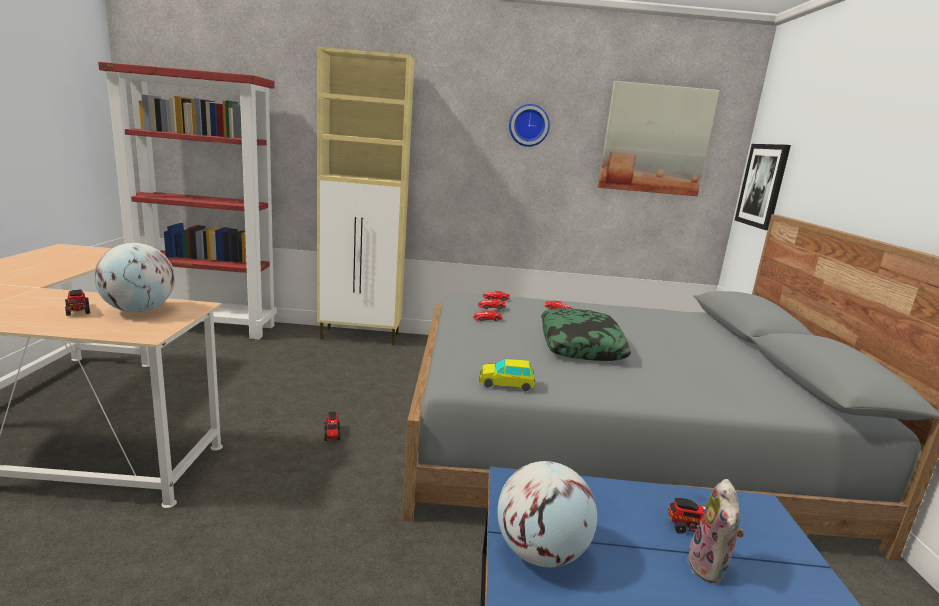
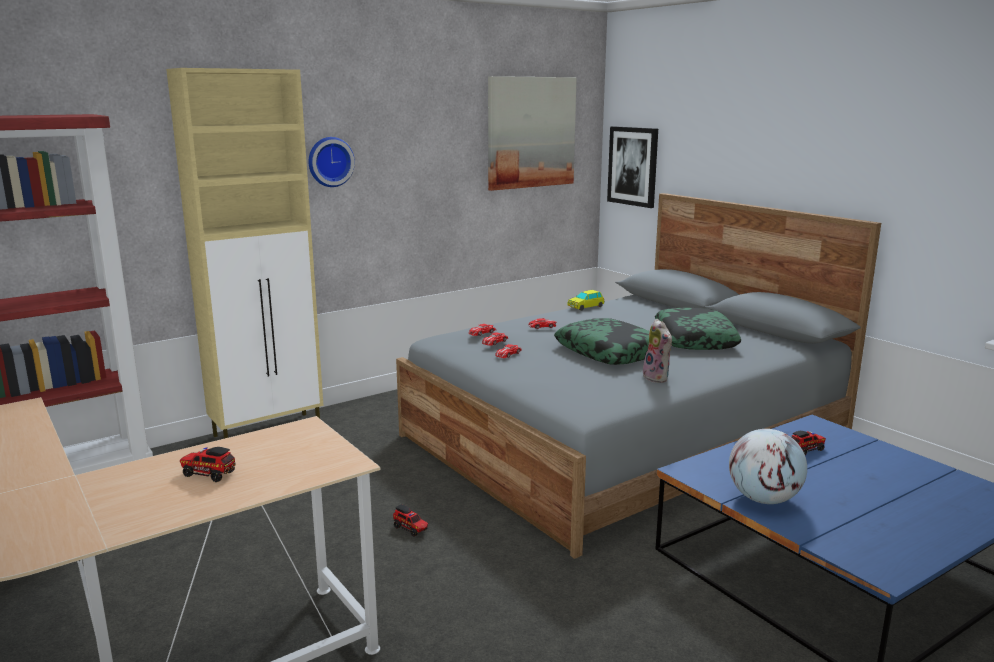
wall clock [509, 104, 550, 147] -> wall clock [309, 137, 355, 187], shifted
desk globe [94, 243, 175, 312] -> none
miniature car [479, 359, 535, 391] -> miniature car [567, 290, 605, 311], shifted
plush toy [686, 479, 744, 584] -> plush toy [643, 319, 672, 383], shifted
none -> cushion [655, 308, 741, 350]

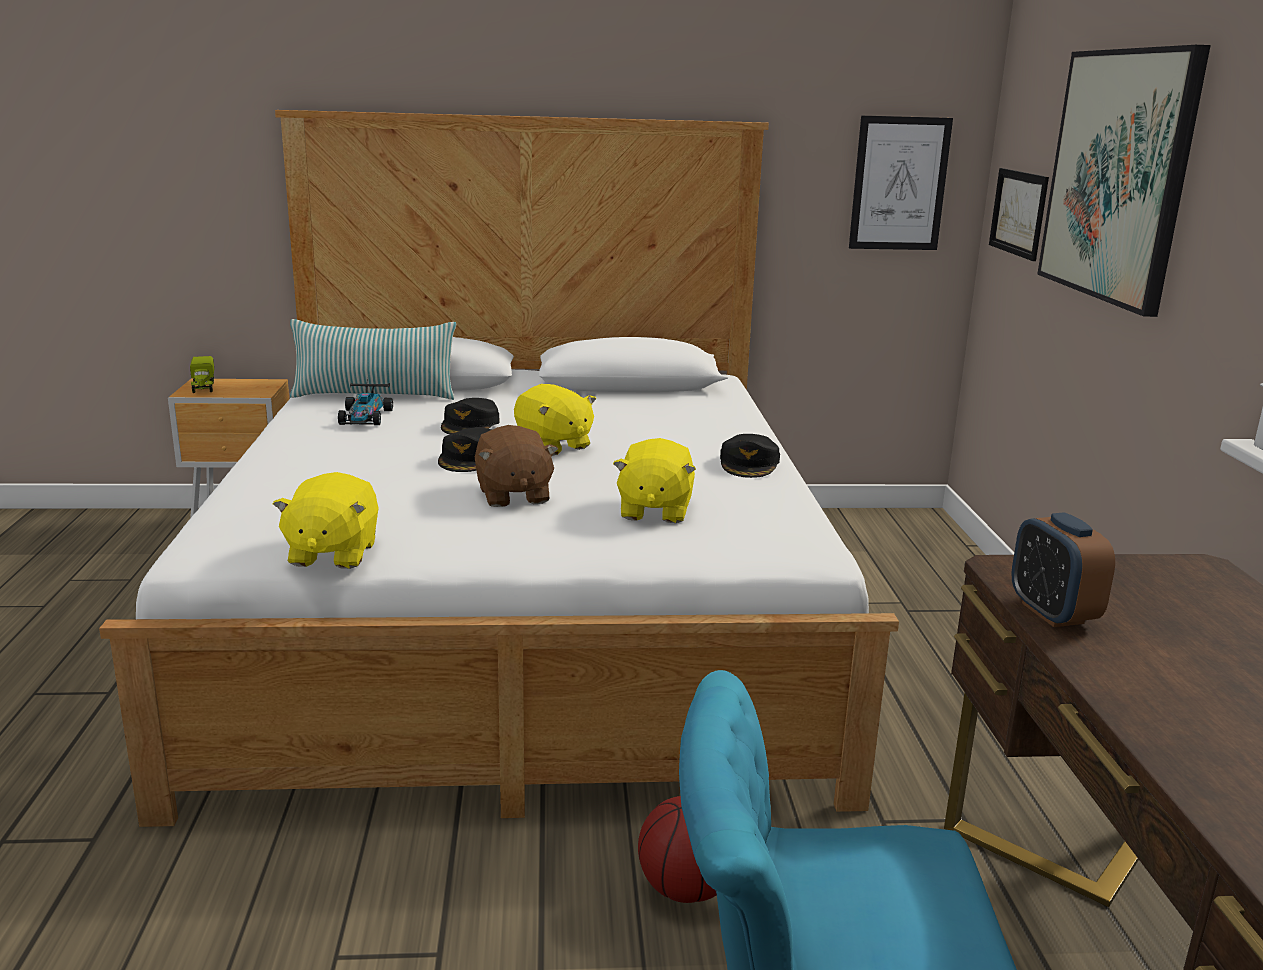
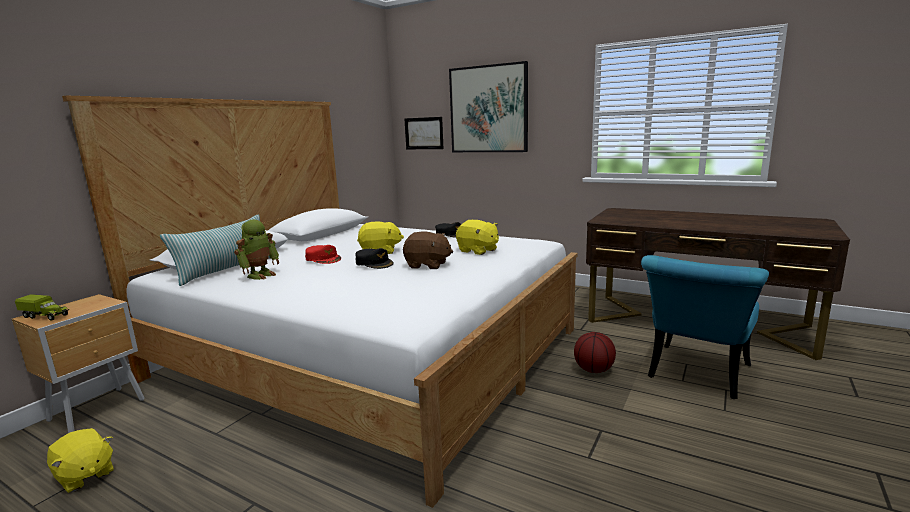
wall art [849, 116, 953, 250] -> none
miniature car [338, 378, 393, 425] -> toy robot [234, 219, 279, 280]
blackish cap [441, 398, 499, 435] -> red cap [305, 245, 341, 264]
yellow plush toy [273, 472, 379, 569] -> yellow plush toy [47, 428, 114, 493], shifted
alarm clock [1011, 512, 1115, 627] -> none

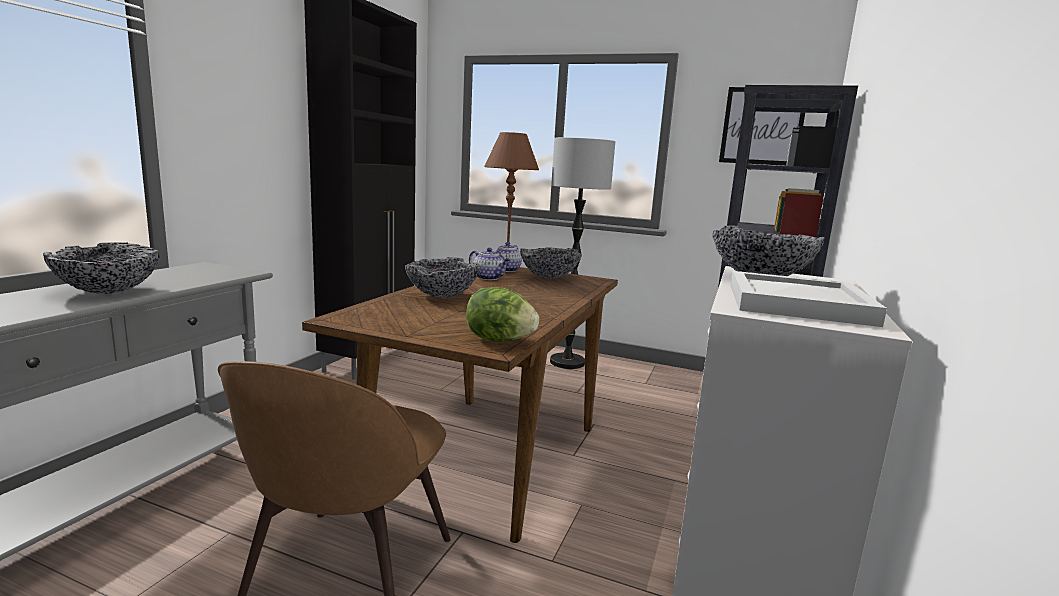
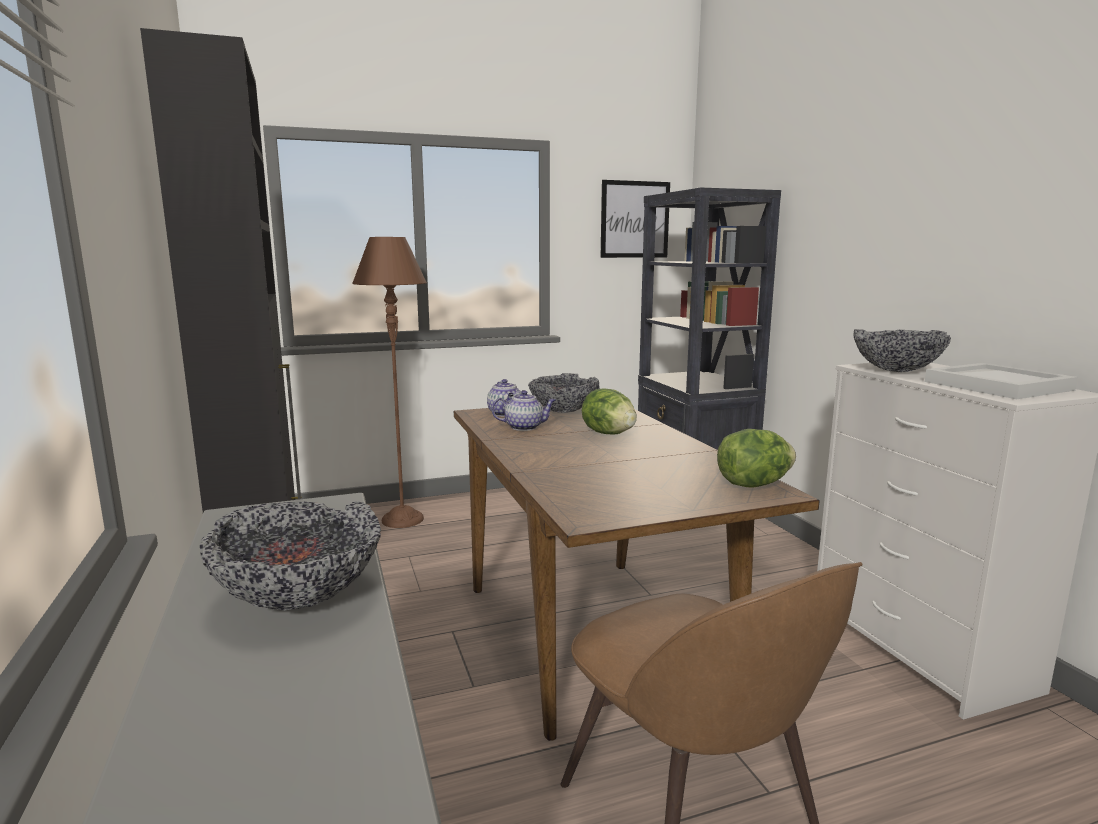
standard lamp [550, 137, 615, 369] -> none
bowl [405, 257, 480, 298] -> none
none -> head of lettuce [582, 389, 637, 435]

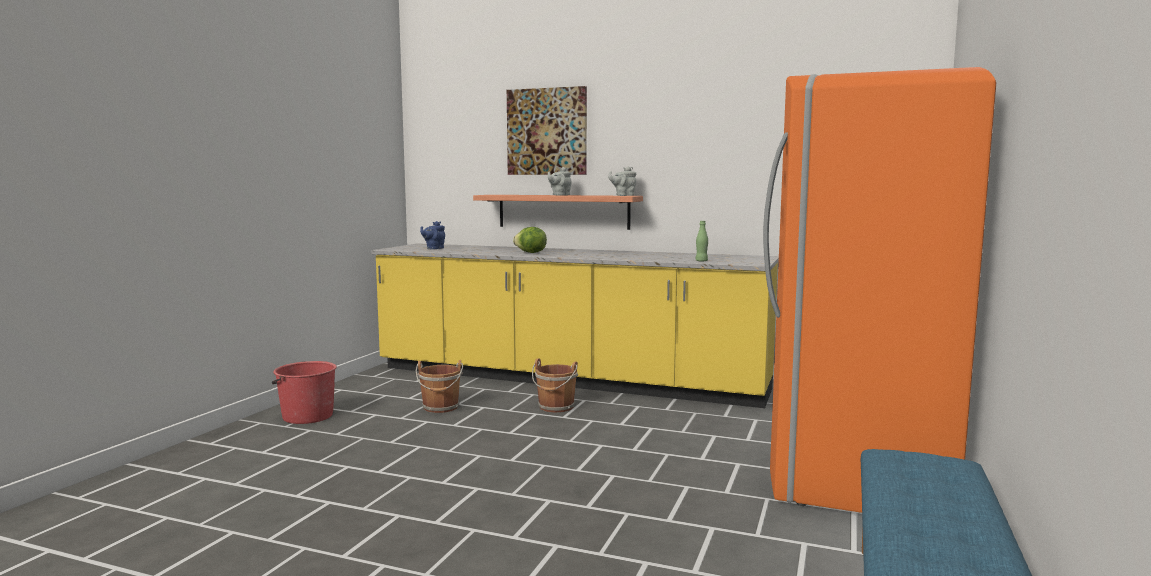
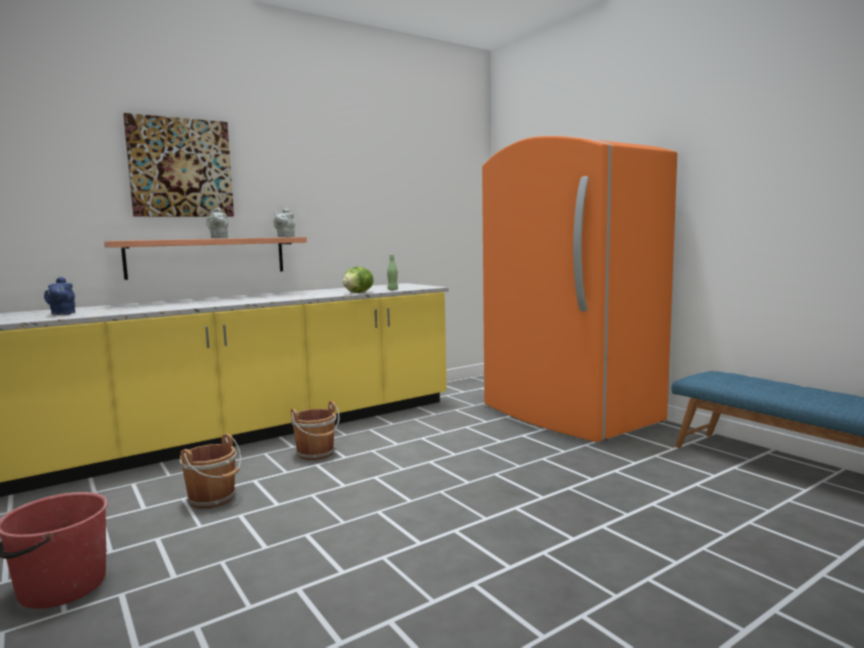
head of lettuce [513, 227, 547, 253] -> head of lettuce [342, 267, 374, 293], shifted

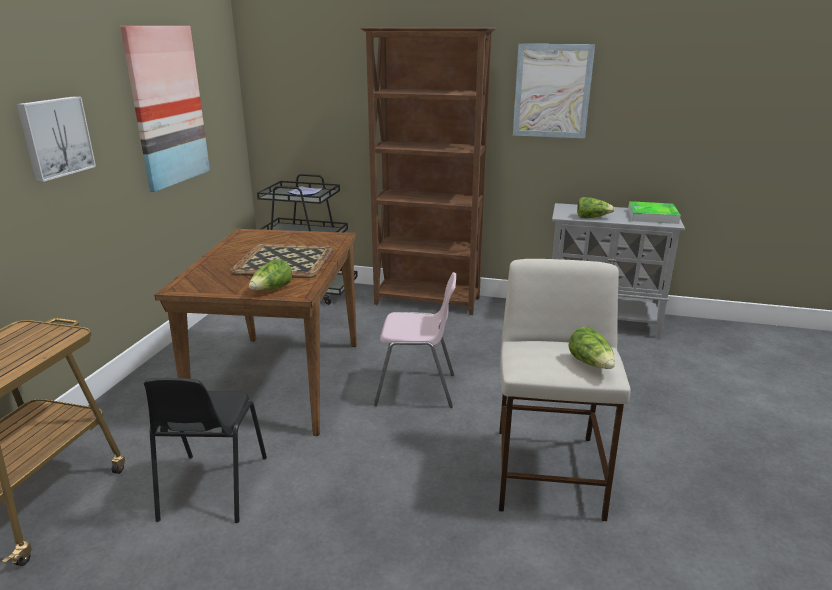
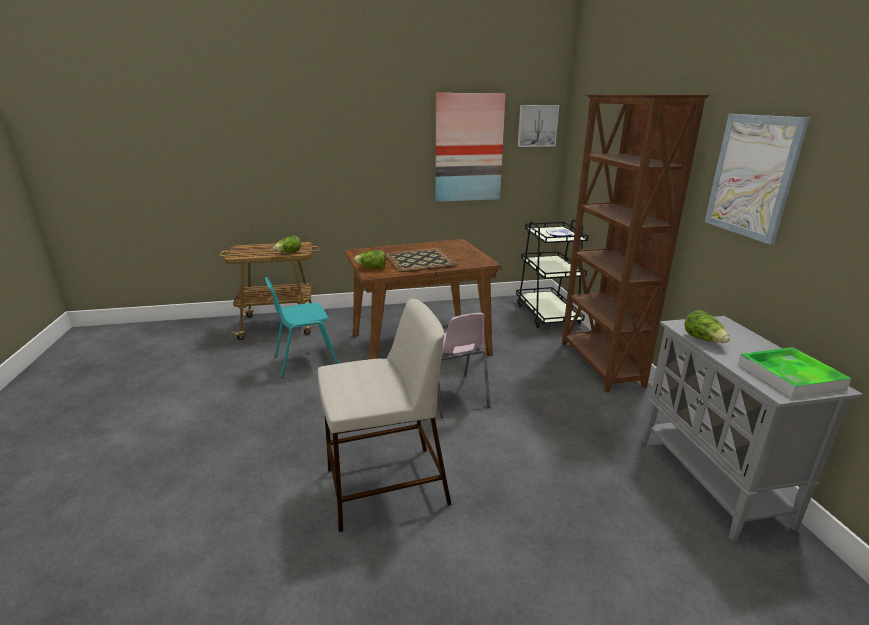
wall art [16, 96, 96, 182] -> wall art [518, 105, 559, 147], shifted
head of lettuce [568, 327, 615, 369] -> head of lettuce [273, 235, 301, 252], shifted
blackish plain chair [144, 378, 267, 523] -> blue-green plain chair [265, 277, 339, 378]

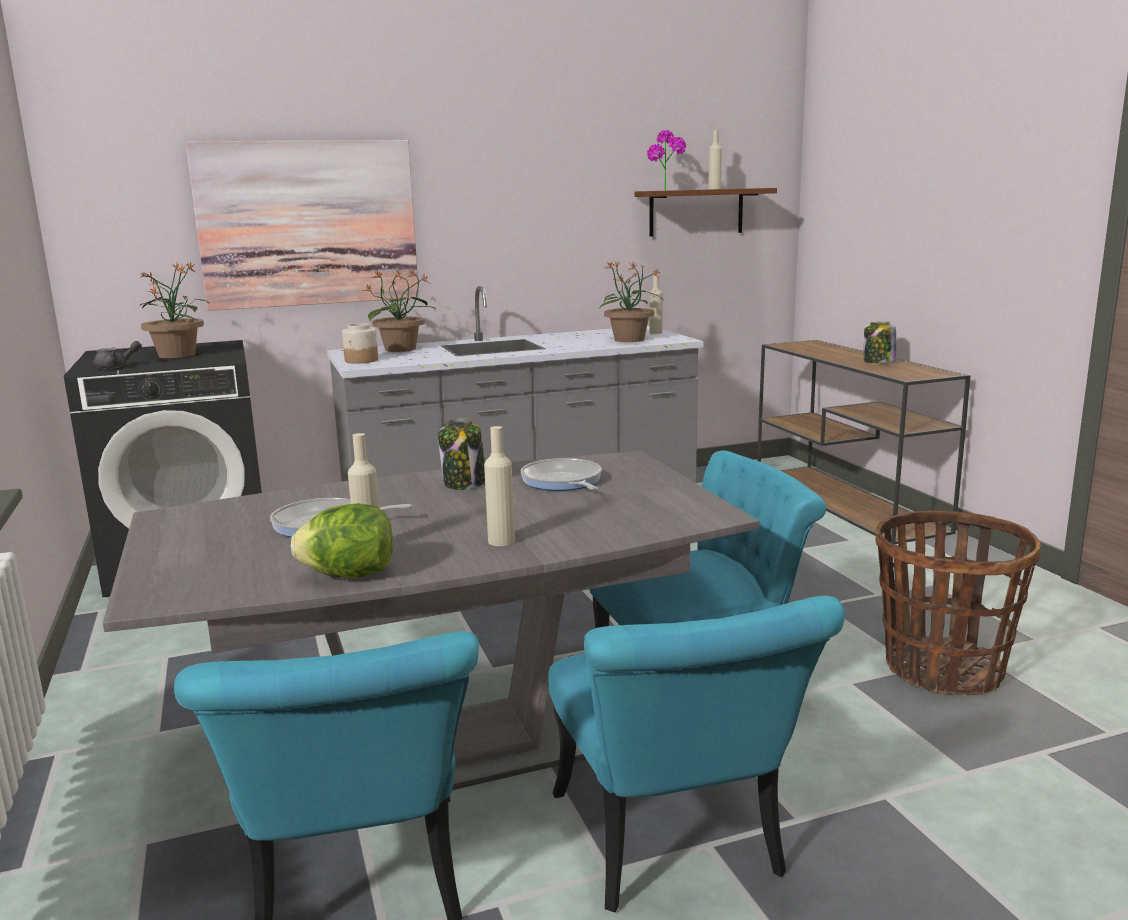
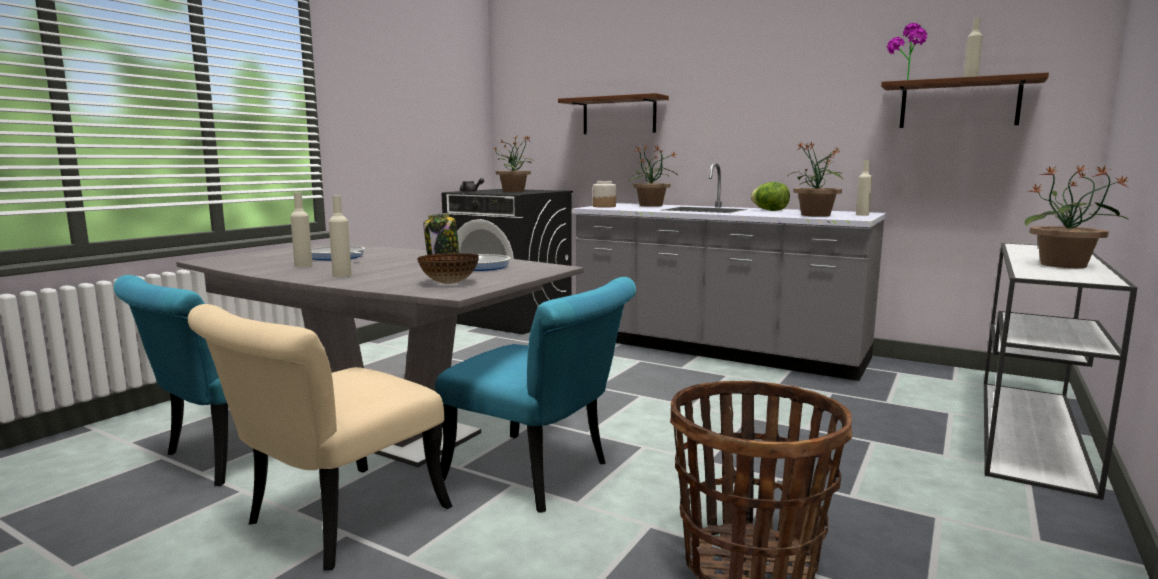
wall art [186, 140, 419, 311] -> brown-coloured bracket shelf [558, 93, 669, 134]
preserve jar [864, 322, 896, 363] -> houseplant [1025, 164, 1129, 268]
brown-coloured narrow table [758, 340, 971, 544] -> white-coloured narrow table [984, 243, 1137, 500]
head of lettuce [291, 504, 393, 578] -> head of lettuce [751, 182, 790, 211], shifted
blue-green plain chair [548, 596, 845, 912] -> beige plain chair [188, 304, 452, 571]
none -> bowl [417, 253, 479, 284]

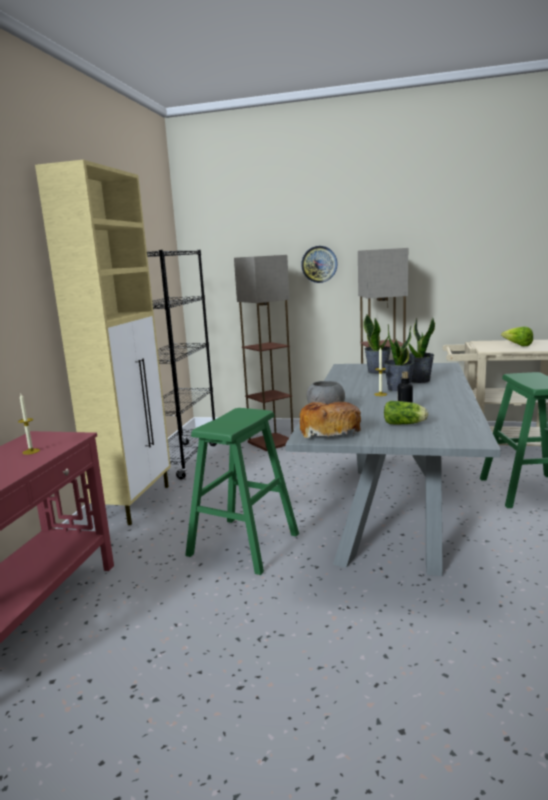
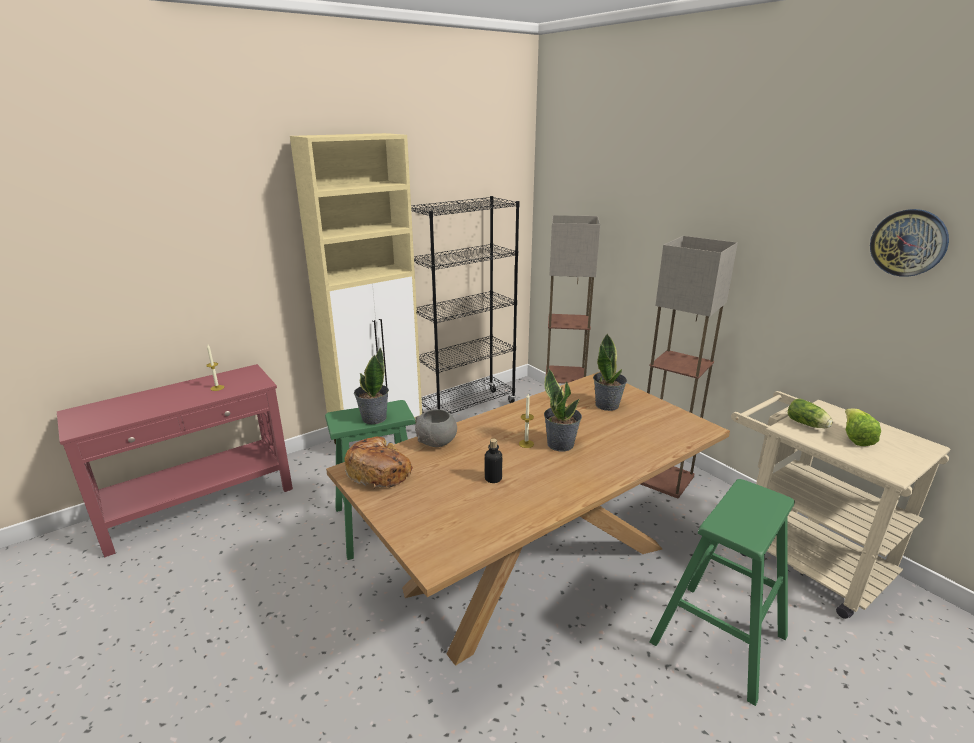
wall clock [301, 246, 338, 283] -> wall clock [870, 209, 949, 277], shifted
houseplant [409, 318, 435, 383] -> houseplant [354, 348, 389, 424], shifted
grey dining table [285, 363, 501, 576] -> brown-coloured dining table [326, 372, 730, 666]
head of lettuce [384, 401, 428, 424] -> head of lettuce [788, 399, 833, 429], shifted

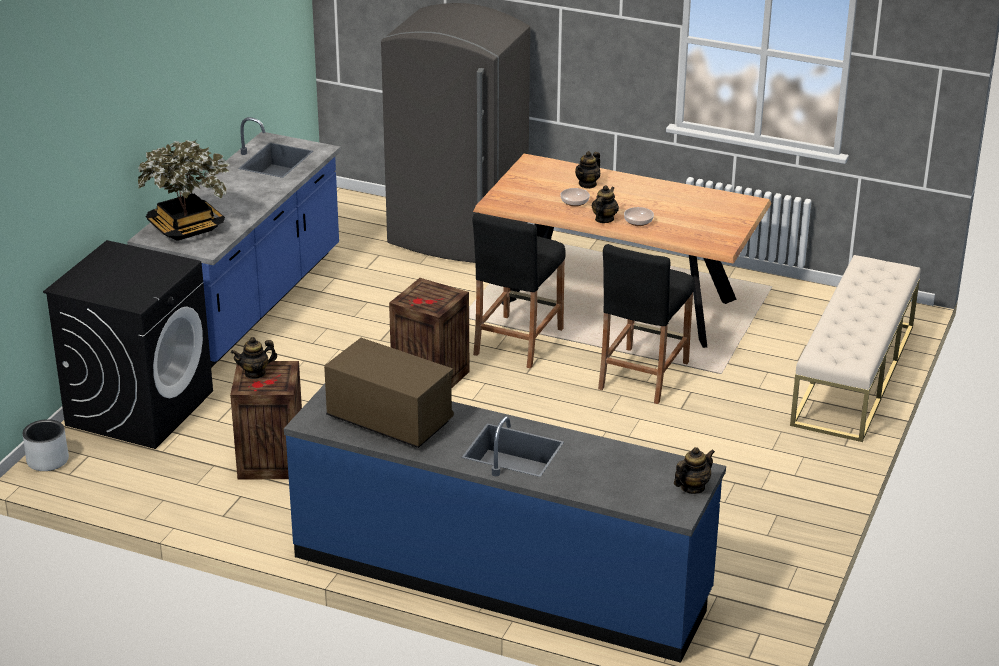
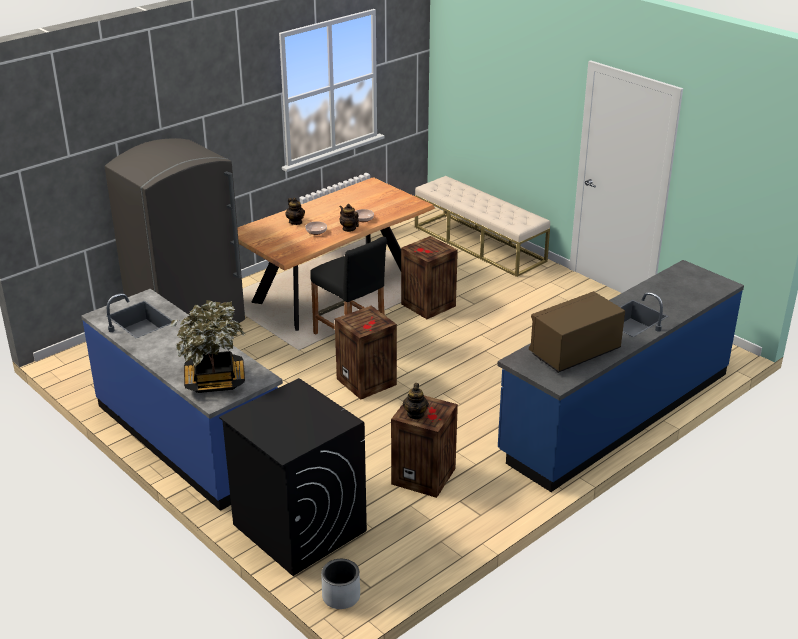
blackish stool seat [598, 244, 694, 404] -> crate [401, 236, 458, 319]
tea pot [674, 447, 715, 494] -> none

